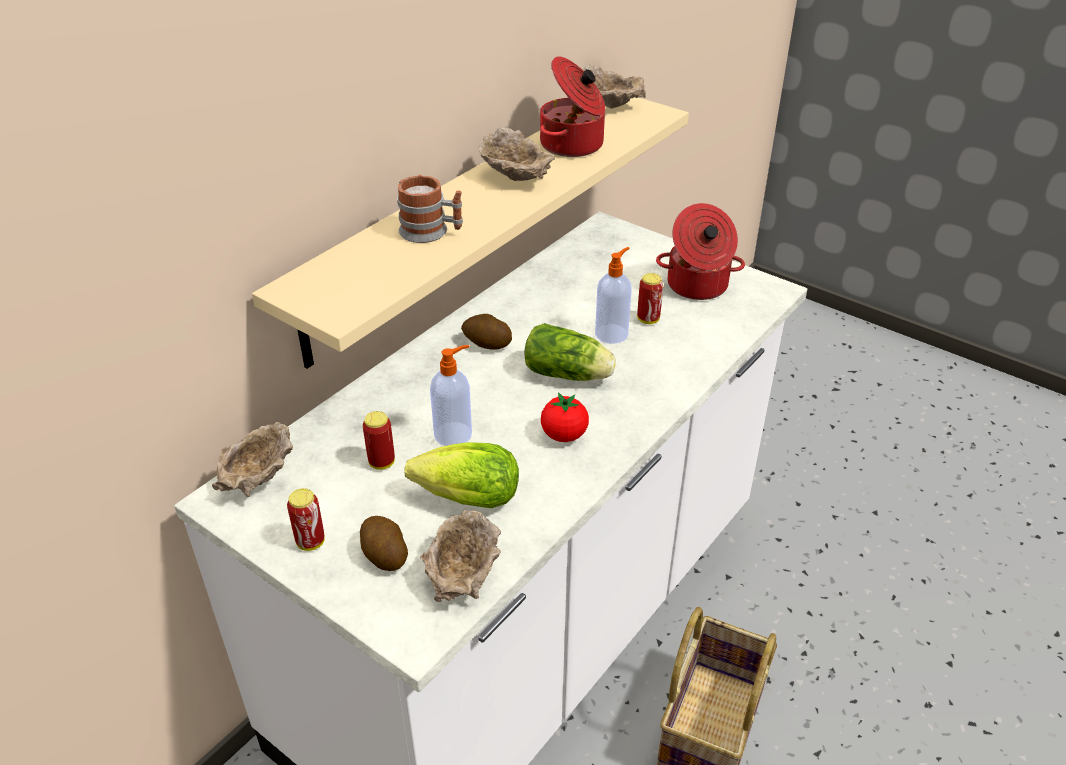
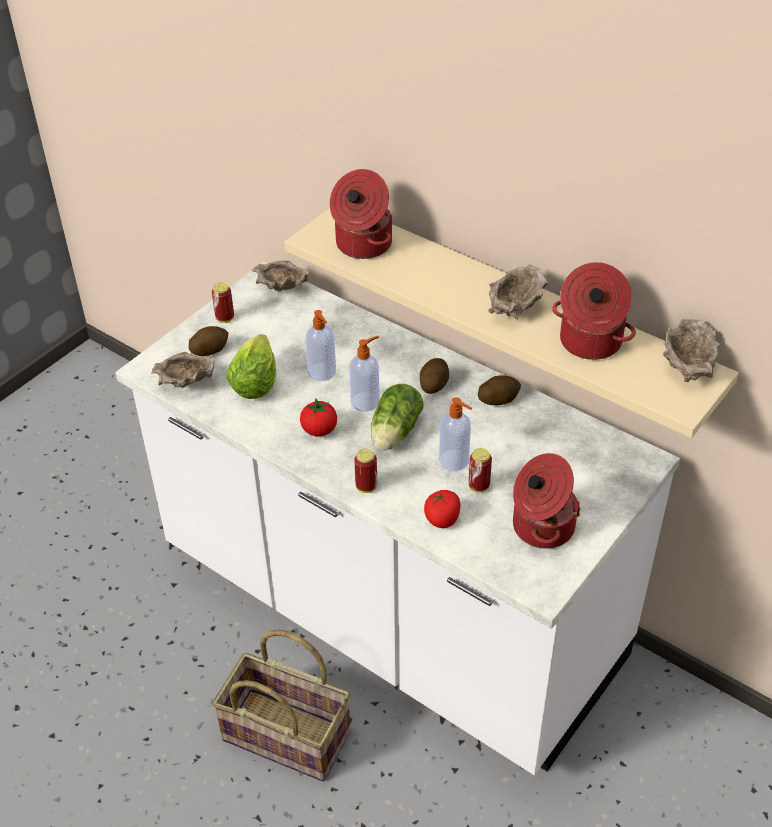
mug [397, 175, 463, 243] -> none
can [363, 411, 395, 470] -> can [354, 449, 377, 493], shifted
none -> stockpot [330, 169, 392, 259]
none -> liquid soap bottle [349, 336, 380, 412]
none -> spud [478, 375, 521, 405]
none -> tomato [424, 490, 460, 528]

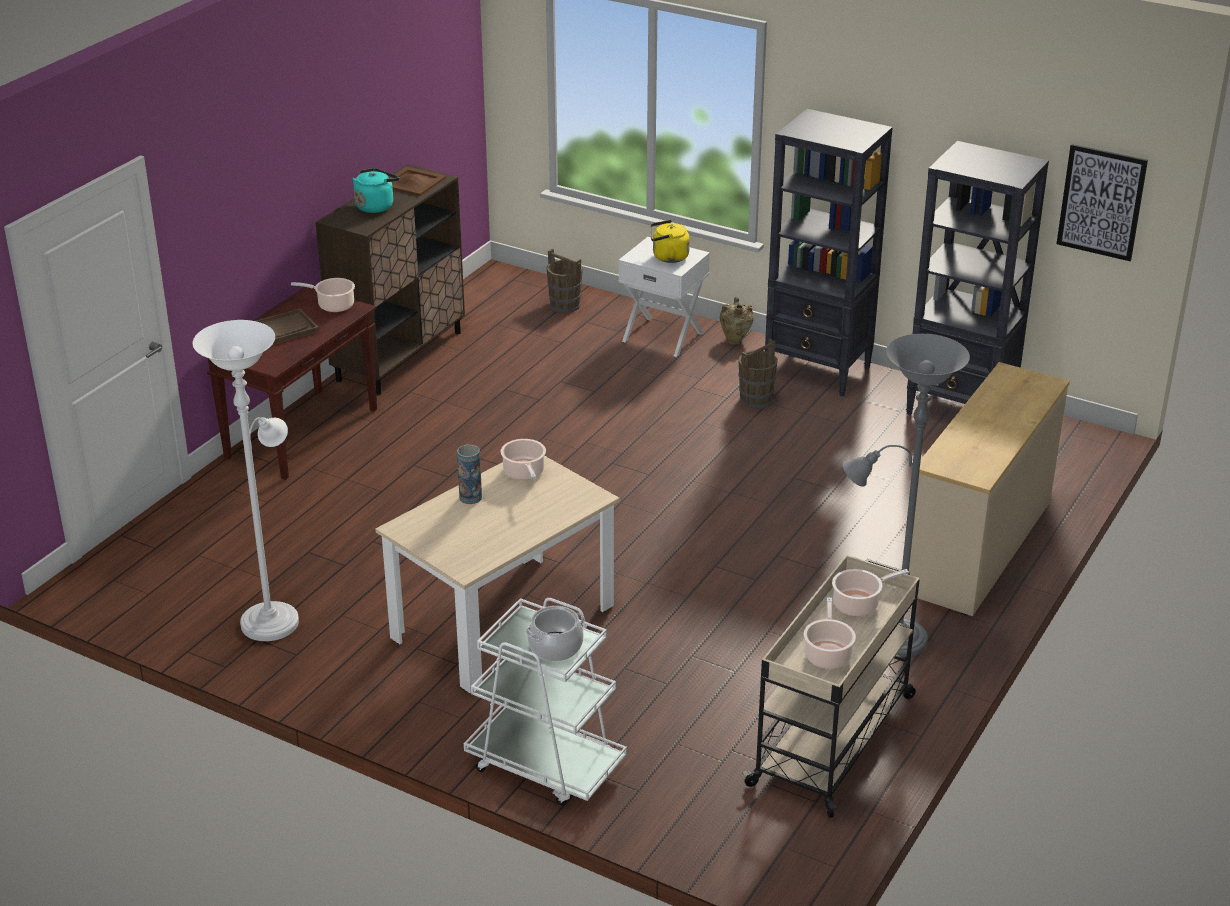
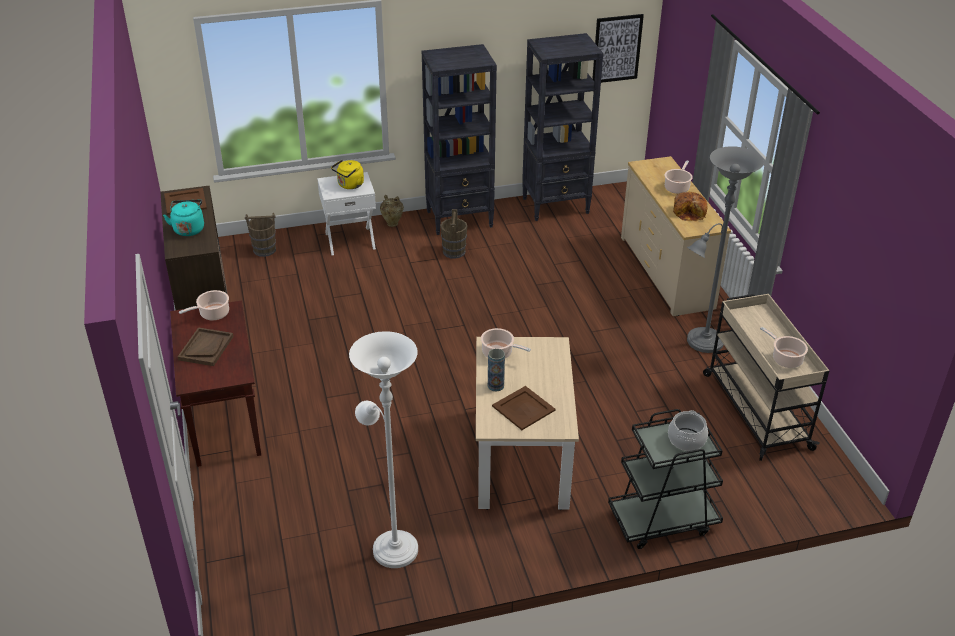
stockpot [832, 569, 909, 616] -> stockpot [665, 160, 693, 194], shifted
white-coloured trolley [464, 598, 627, 805] -> blackish trolley [608, 409, 723, 549]
none -> bread [673, 192, 707, 221]
none -> brown-coloured serving tray [492, 386, 556, 430]

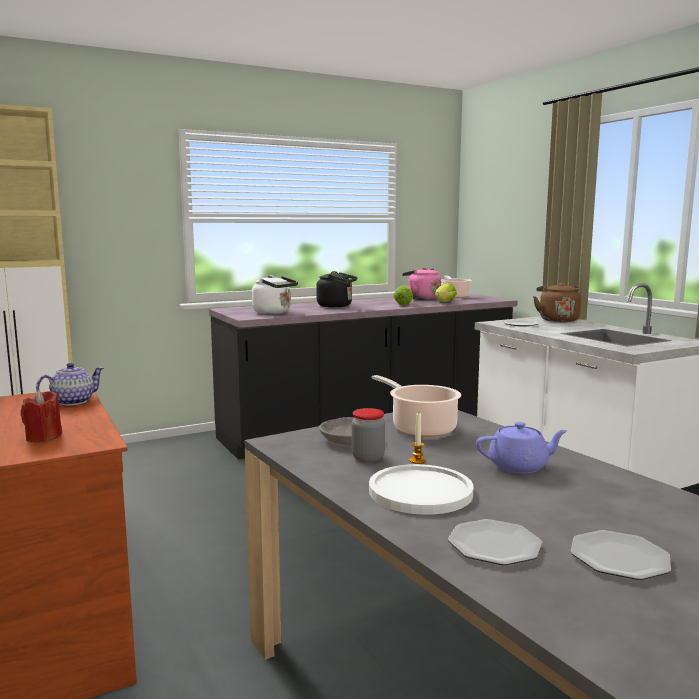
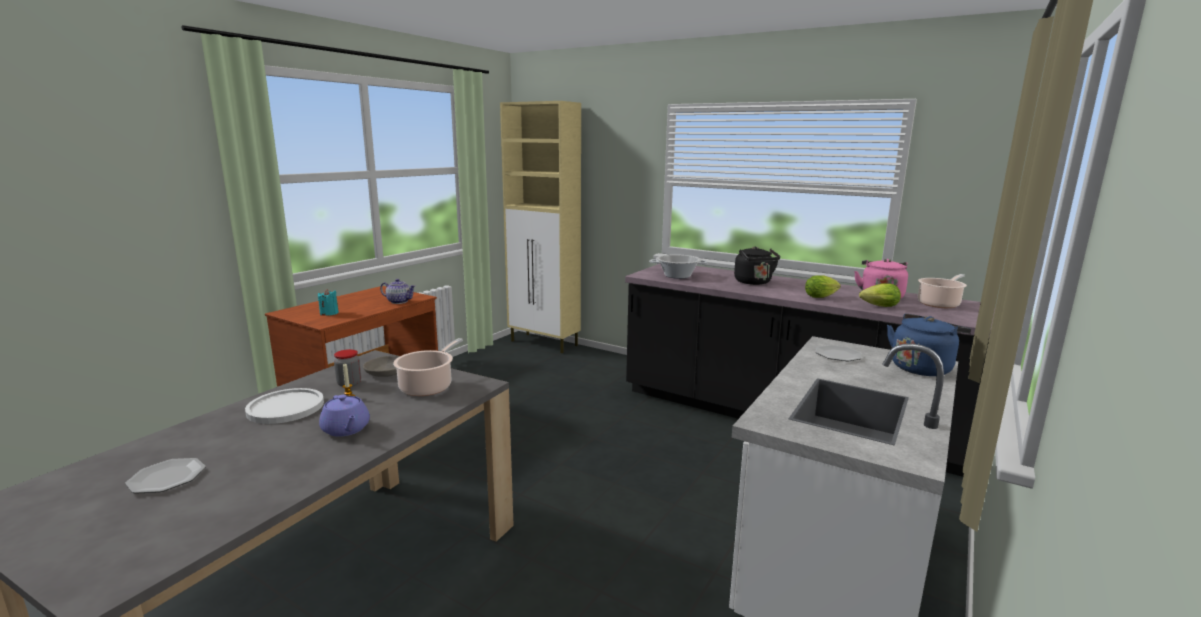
white-coloured kettle [252, 275, 298, 314] -> stockpot [649, 254, 708, 279]
brown-coloured kettle [533, 283, 581, 322] -> blue-coloured kettle [887, 313, 971, 376]
red candle [21, 391, 62, 442] -> blue-green candle [318, 289, 339, 316]
flat dish [448, 519, 542, 565] -> none

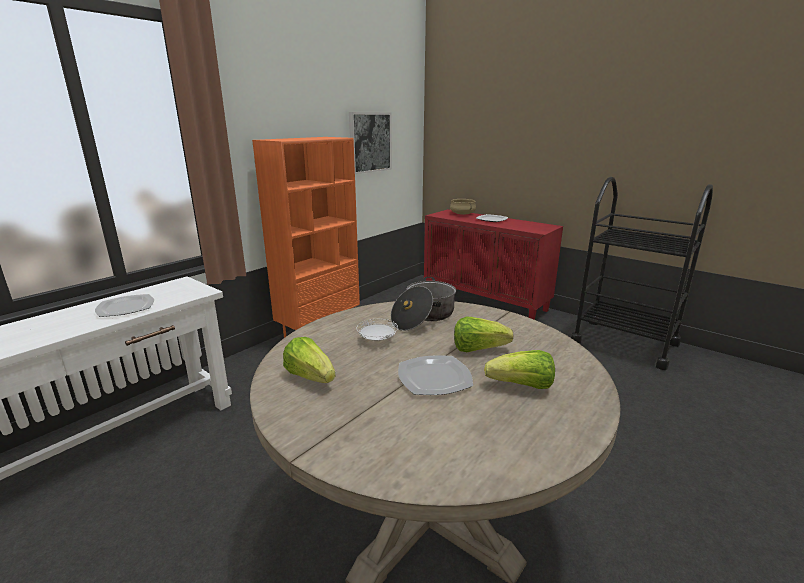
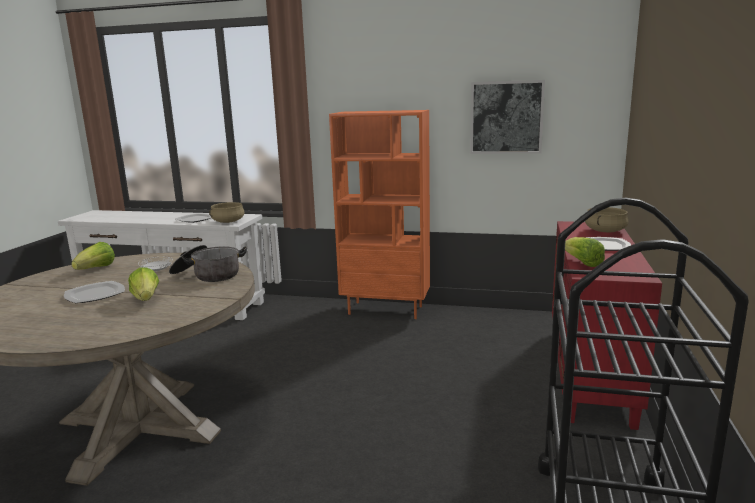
head of lettuce [484, 350, 555, 389] -> head of lettuce [565, 237, 605, 267], shifted
none -> beige stockpot [209, 202, 245, 223]

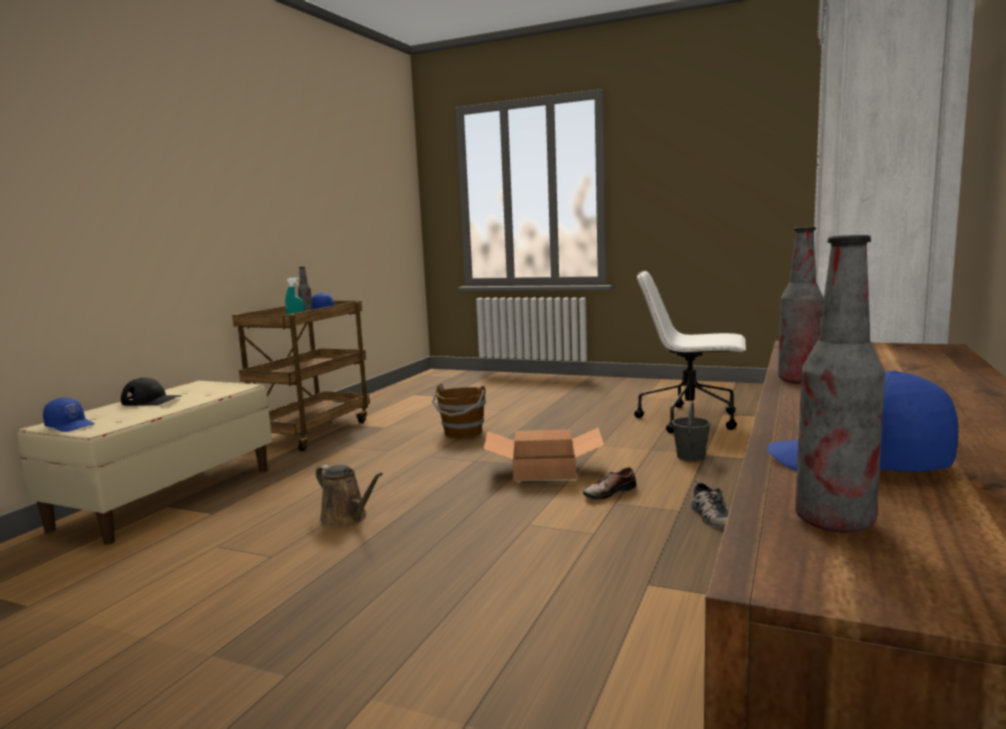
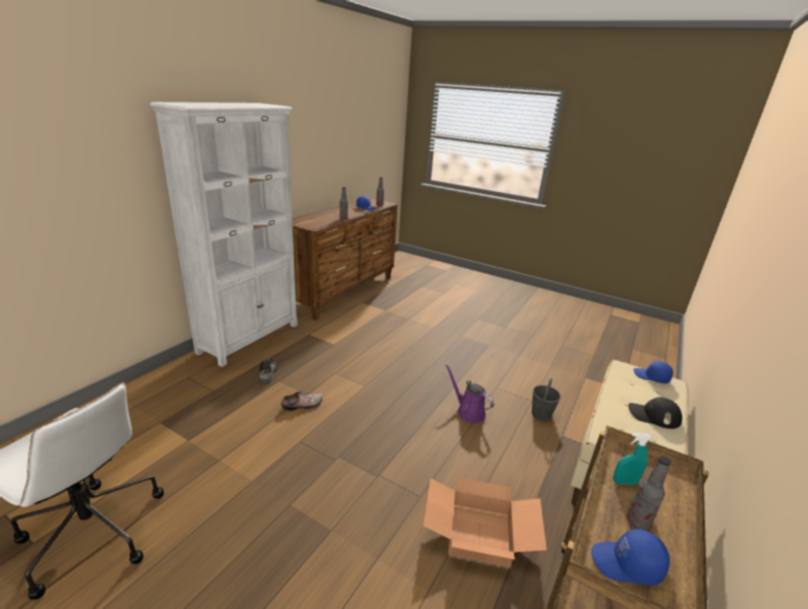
brown-coloured water bucket [432, 384, 486, 438] -> none
grey water bucket [672, 401, 711, 461] -> grey water bucket [532, 378, 561, 421], shifted
cardboard box [484, 428, 604, 481] -> cardboard box [423, 477, 547, 567], shifted
brown-coloured watering pot [316, 464, 383, 527] -> purple-coloured watering pot [445, 364, 494, 423]

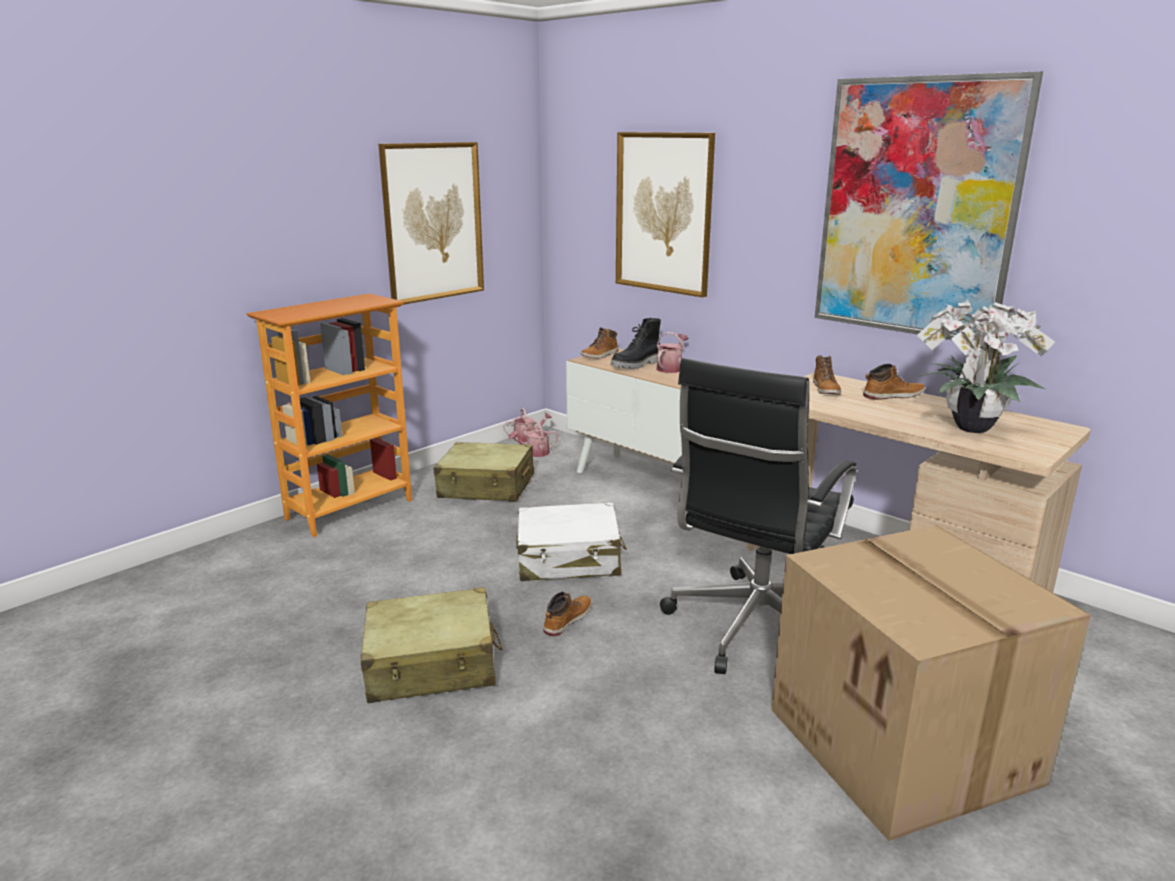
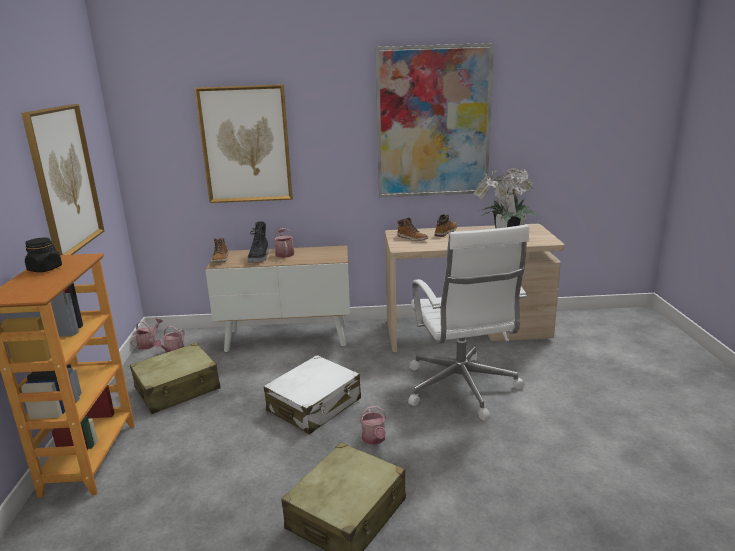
blackish desk chair [660, 358, 856, 674] -> white-coloured desk chair [408, 225, 529, 420]
cardboard box [771, 525, 1091, 841] -> none
tall boot [543, 592, 592, 636] -> watering pot [359, 406, 386, 445]
none -> blackish preserve jar [25, 237, 62, 272]

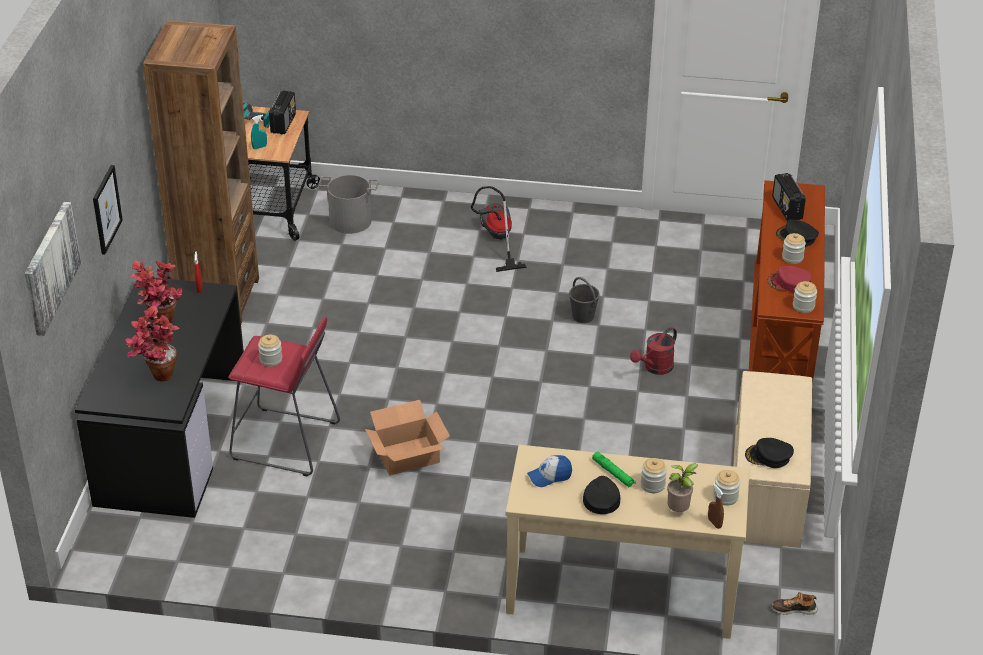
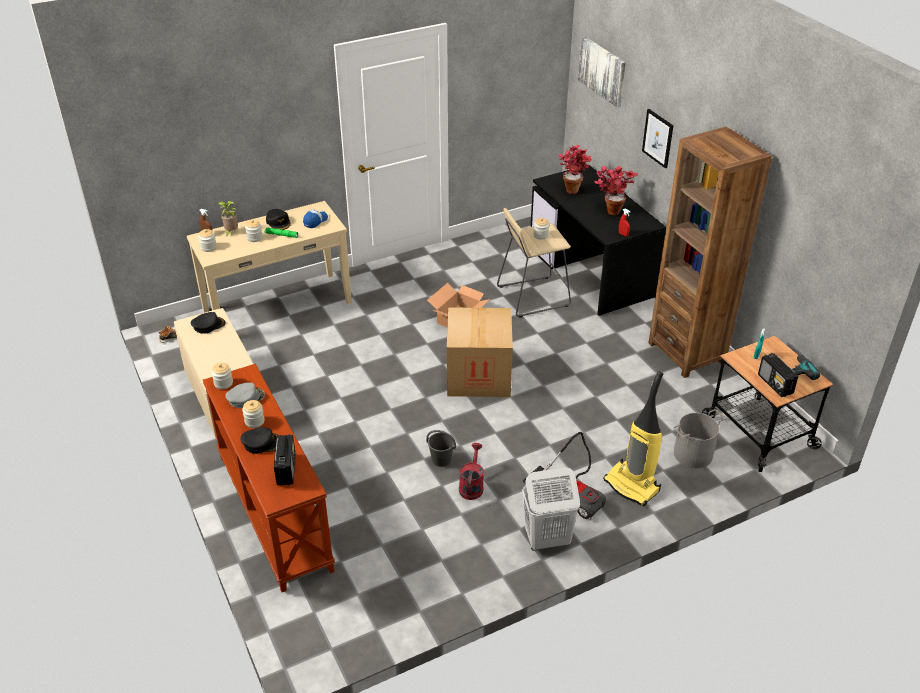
radio set [772, 173, 806, 221] -> radio set [274, 434, 296, 486], 45 degrees clockwise
red cap [767, 266, 812, 292] -> grey cap [225, 383, 265, 408]
red stool seat [228, 317, 340, 477] -> beige stool seat [497, 208, 571, 318]
red watering pot [630, 327, 677, 375] -> red watering pot [459, 443, 484, 500], shifted
none -> cardboard box [447, 307, 513, 397]
none -> vacuum [603, 371, 664, 506]
none -> white-coloured hamper [522, 467, 580, 550]

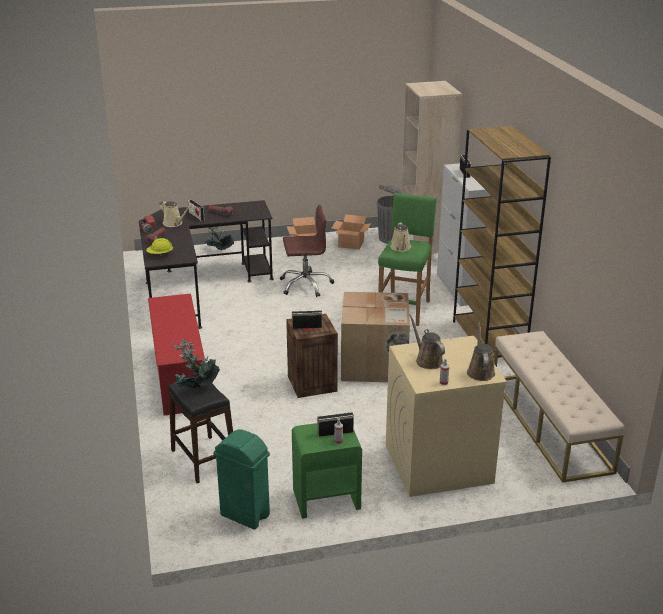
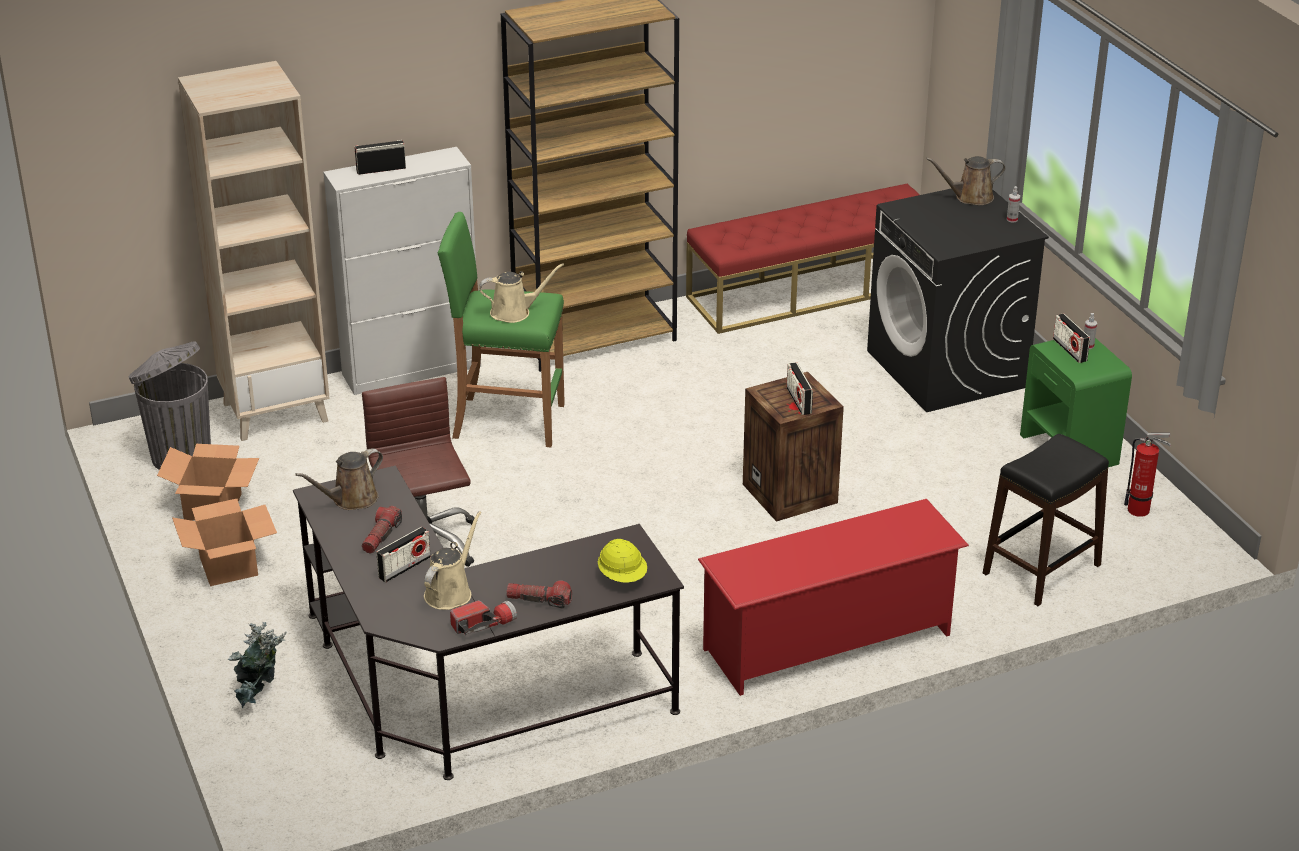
cardboard box [341, 292, 410, 382] -> none
brown-coloured watering pot [409, 314, 445, 369] -> brown-coloured watering pot [295, 449, 383, 510], shifted
beige bench [494, 331, 625, 483] -> red bench [686, 184, 920, 334]
beige laundry appliance [386, 336, 507, 497] -> blackish laundry appliance [867, 188, 1049, 412]
houseplant [173, 338, 220, 388] -> none
greenish trash can [213, 429, 270, 530] -> fire-fighting cylinder [1124, 433, 1171, 517]

